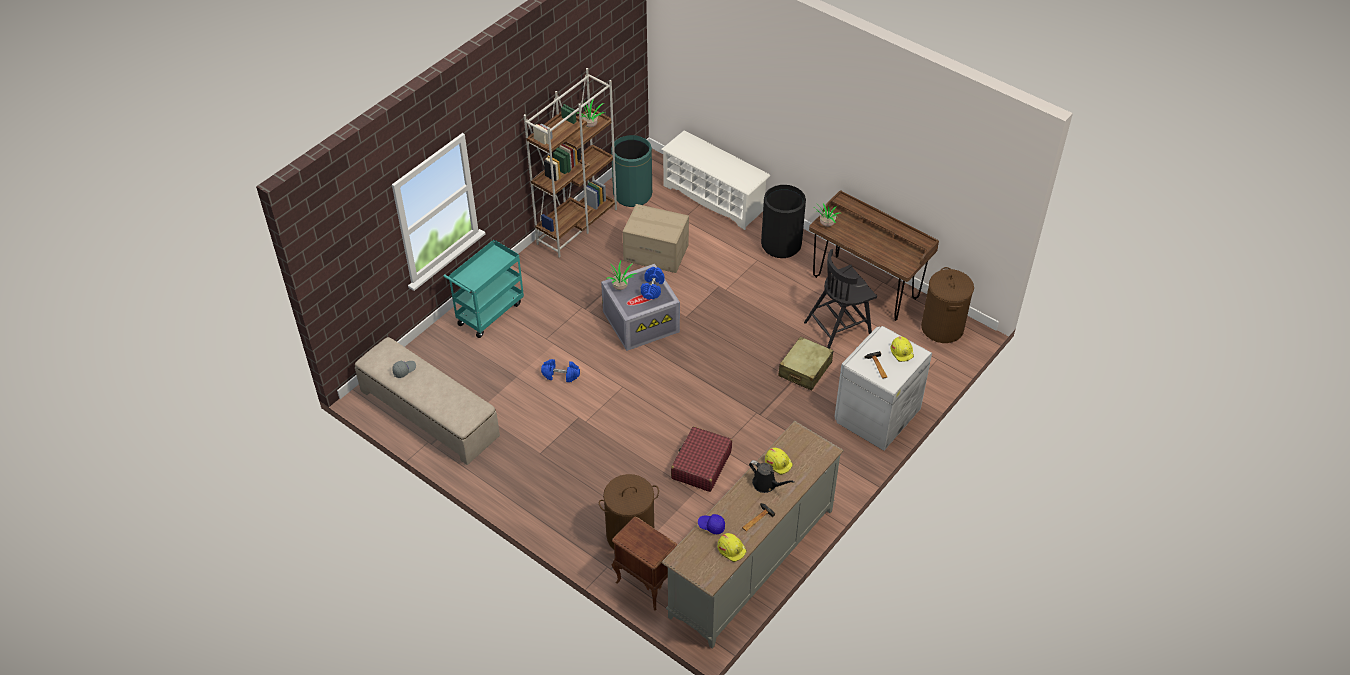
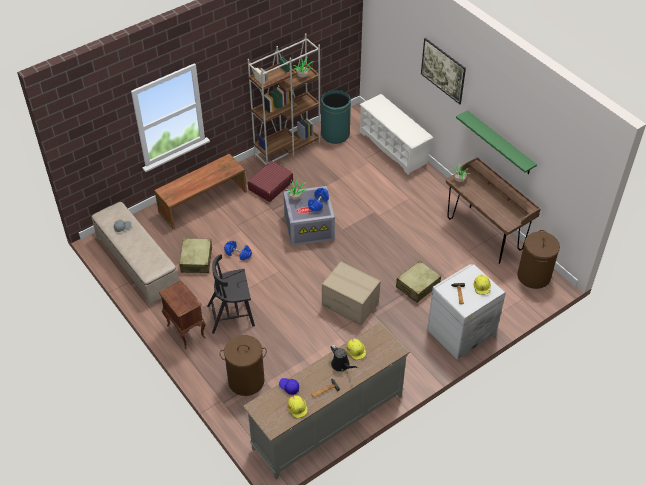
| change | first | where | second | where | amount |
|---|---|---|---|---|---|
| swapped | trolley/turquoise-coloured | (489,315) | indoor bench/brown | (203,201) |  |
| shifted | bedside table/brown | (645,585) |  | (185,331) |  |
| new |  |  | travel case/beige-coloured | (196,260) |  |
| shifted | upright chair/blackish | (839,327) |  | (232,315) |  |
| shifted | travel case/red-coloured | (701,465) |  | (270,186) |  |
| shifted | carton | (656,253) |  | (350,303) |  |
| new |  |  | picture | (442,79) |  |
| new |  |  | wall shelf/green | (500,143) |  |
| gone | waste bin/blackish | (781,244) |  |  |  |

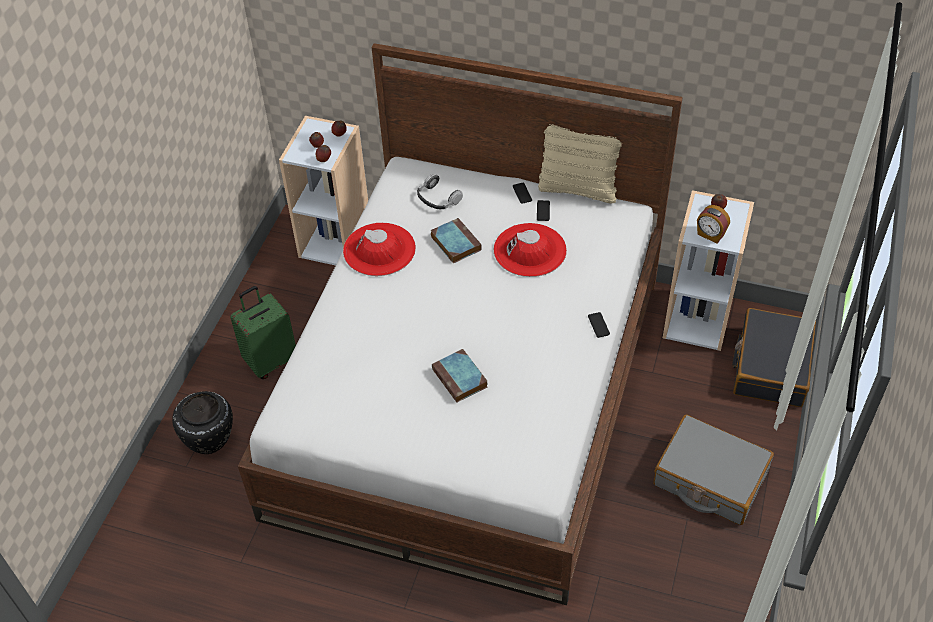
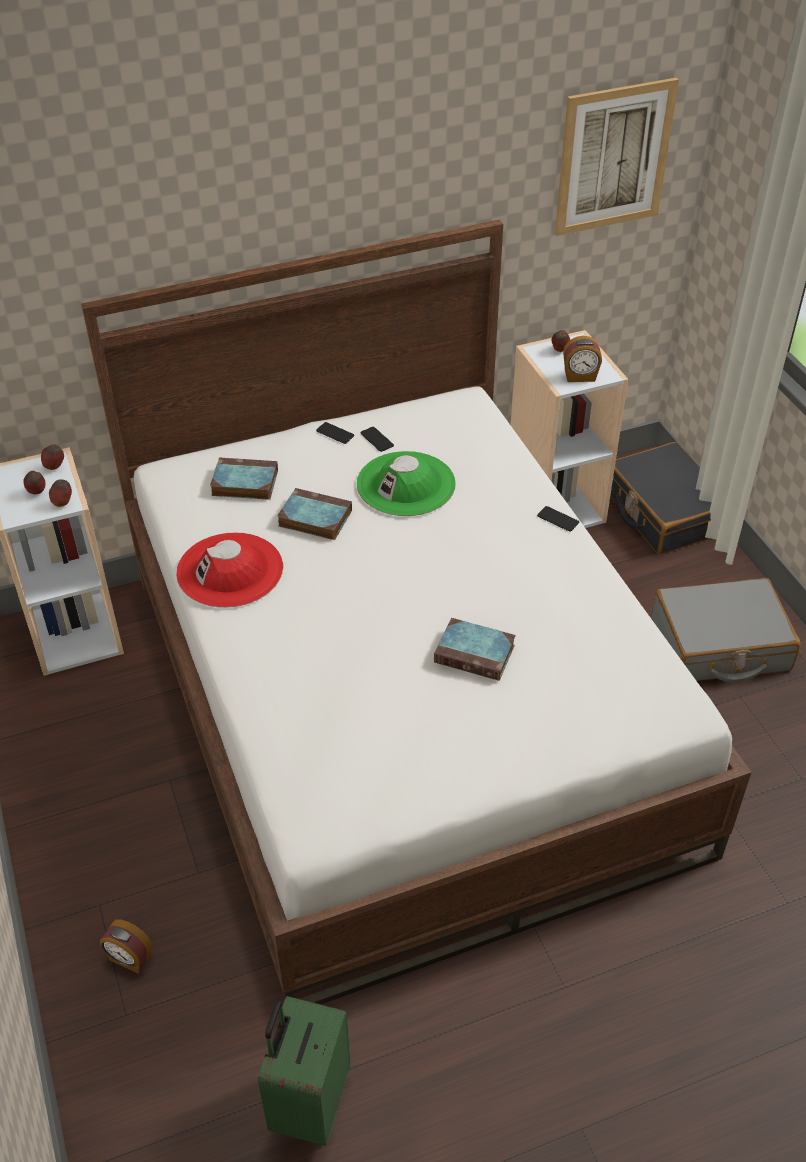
| change | first | where | second | where | amount |
|---|---|---|---|---|---|
| swapped | flower vase/blackish | (210,440) | table clock | (130,958) |  |
| swapped | headset | (438,198) | book | (243,483) |  |
| shifted | travel case/green | (271,360) |  | (308,1102) |  |
| repainted | clothing hat/red-coloured | (530,250) | clothing hat/green | (406,484) |  |
| new |  |  | picture | (613,157) |  |
| gone | cushion/beige-coloured | (579,189) |  |  |  |

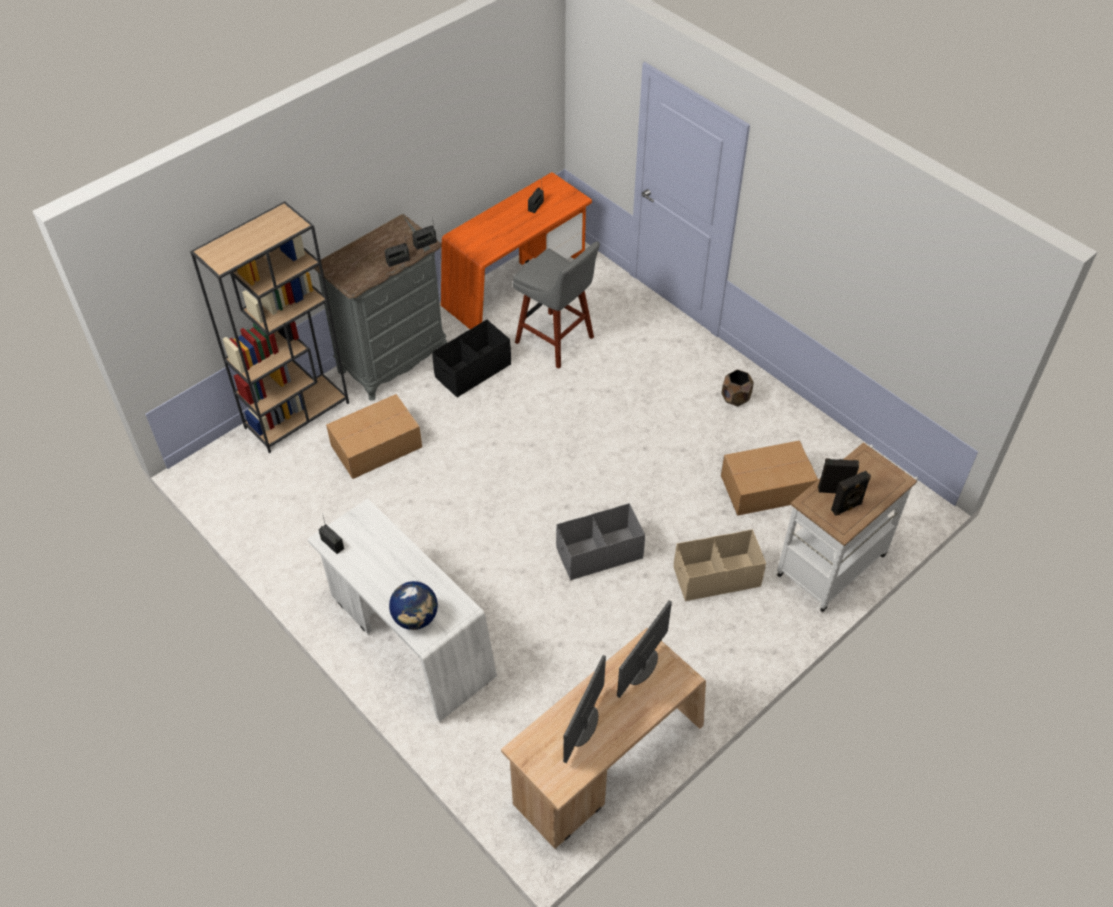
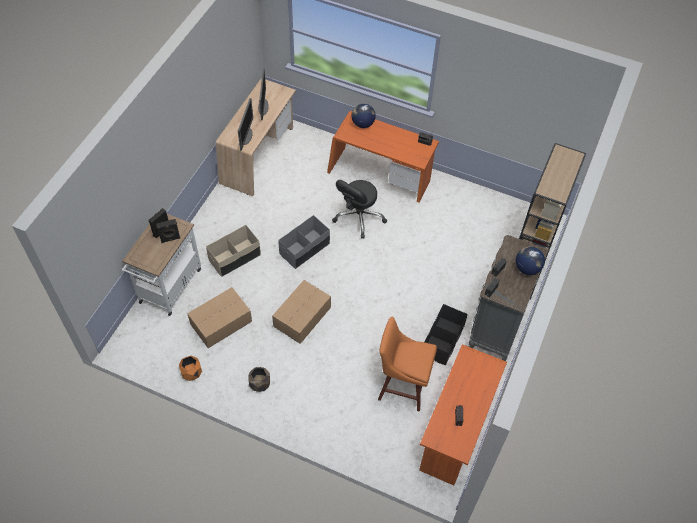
| change | first | where | second | where | amount |
|---|---|---|---|---|---|
| new |  |  | flower pot/orange | (191,373) |  |
| shifted | carton | (375,446) |  | (303,316) |  |
| repainted | desk unit/white | (408,637) | desk unit/orange | (379,176) |  |
| new |  |  | desk chair/blackish | (358,218) |  |
| repainted | sitting stool/grey | (555,341) | sitting stool/orange | (402,386) |  |
| new |  |  | world globe | (527,268) |  |

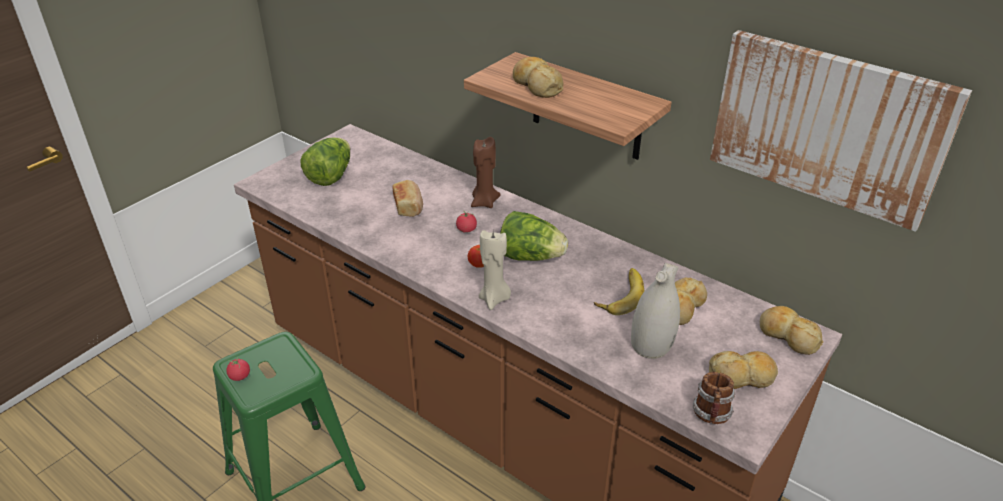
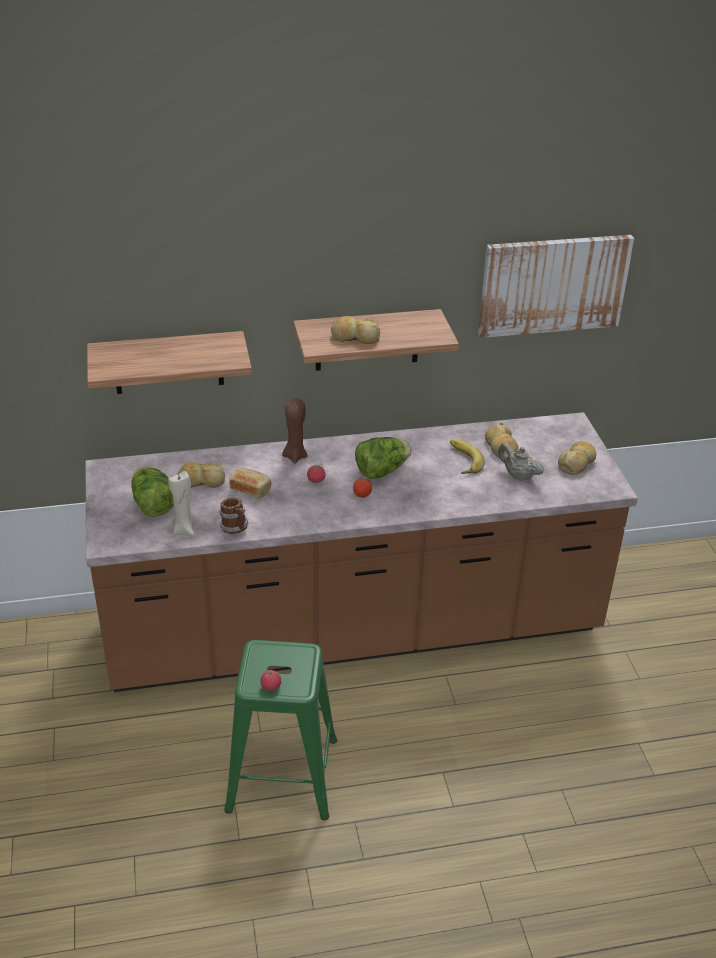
| change | first | where | second | where | amount |
|---|---|---|---|---|---|
| new |  |  | wall shelf | (168,363) |  |
| shifted | wax candle/beige-coloured | (494,299) |  | (184,529) |  |
| shifted | bread | (788,336) |  | (201,481) |  |
| shifted | mug | (711,415) |  | (235,529) |  |
| swapped | flower vase/white | (652,345) | tea pot/beige-coloured | (518,476) |  |

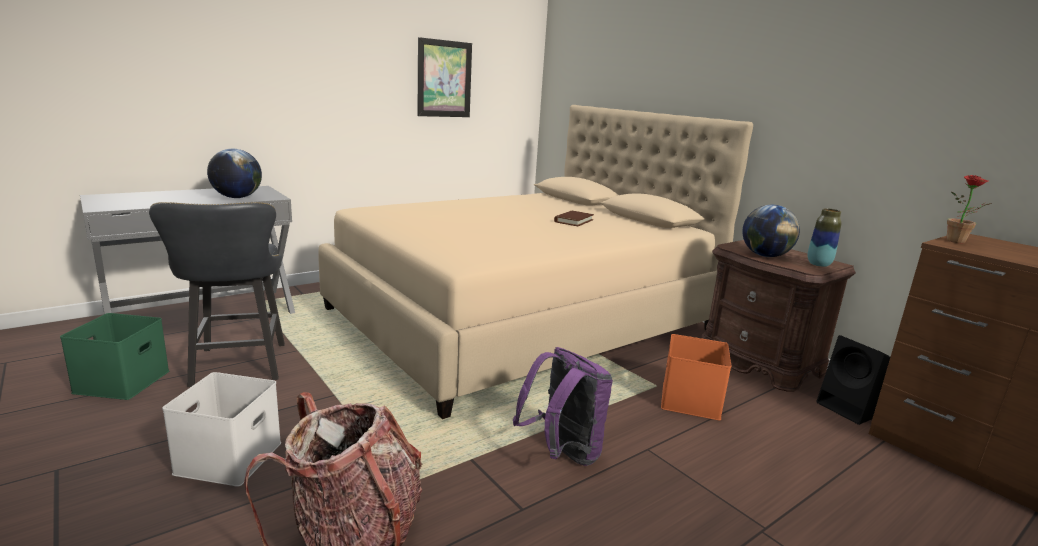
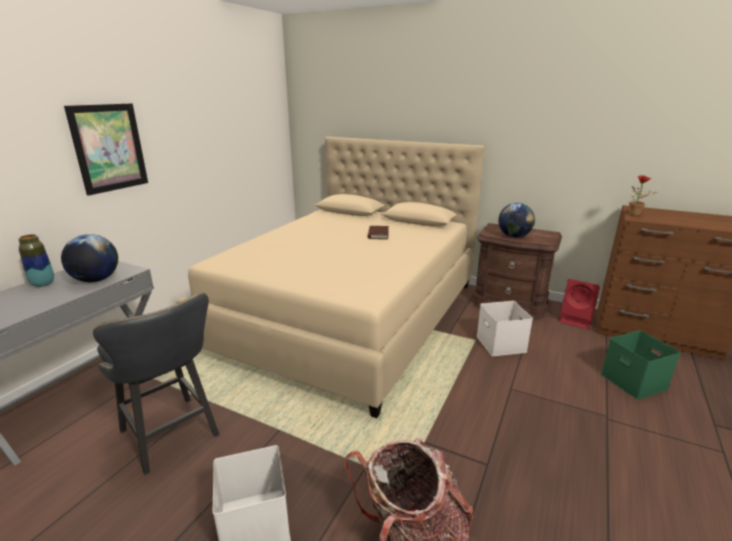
| change | first | where | second | where | amount |
|---|---|---|---|---|---|
| shifted | flower vase | (818,264) |  | (43,284) |  |
| shifted | picture | (444,79) |  | (109,148) |  |
| repainted | storage container/orange | (689,399) | storage container/white | (499,343) |  |
| repainted | audio speaker/blackish | (851,409) | audio speaker/red-coloured | (577,320) |  |
| shifted | storage container/green | (122,382) |  | (635,382) |  |
| gone | backpack/purplish | (562,453) |  |  |  |

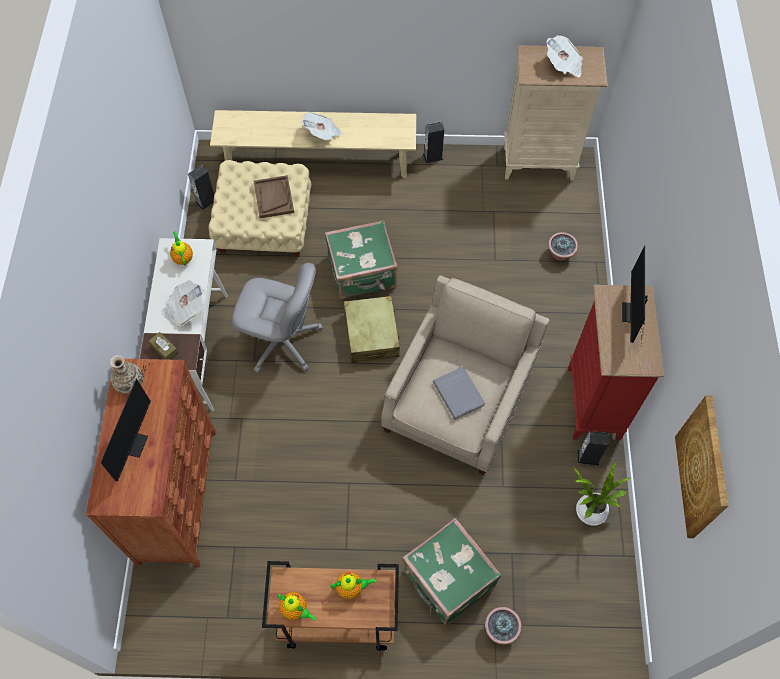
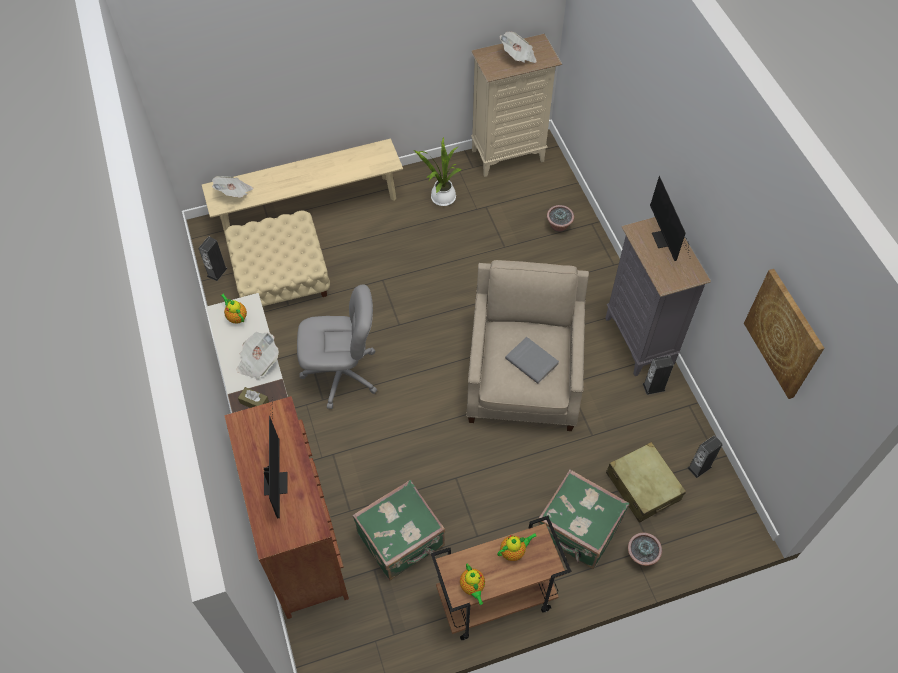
| change | first | where | second | where | amount |
|---|---|---|---|---|---|
| shifted | newspaper | (323,133) |  | (234,193) |  |
| shifted | travel case/green | (362,273) |  | (402,540) |  |
| shifted | potted plant | (588,510) |  | (441,198) |  |
| rotated | tea pot | (296,609) |  | (472,587) | 60 degrees clockwise |
| repainted | chest of drawers/red-coloured | (592,405) | chest of drawers/grey | (638,342) |  |
| shifted | travel case/beige-coloured | (371,334) |  | (642,486) |  |
| shifted | audio speaker | (433,157) |  | (699,467) |  |
| gone | flower vase | (129,382) |  |  |  |
| gone | serving tray/brown | (273,197) |  |  |  |

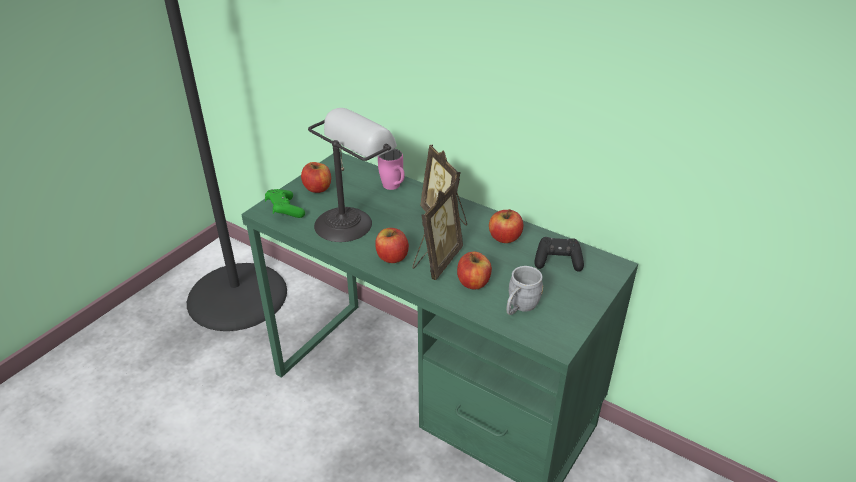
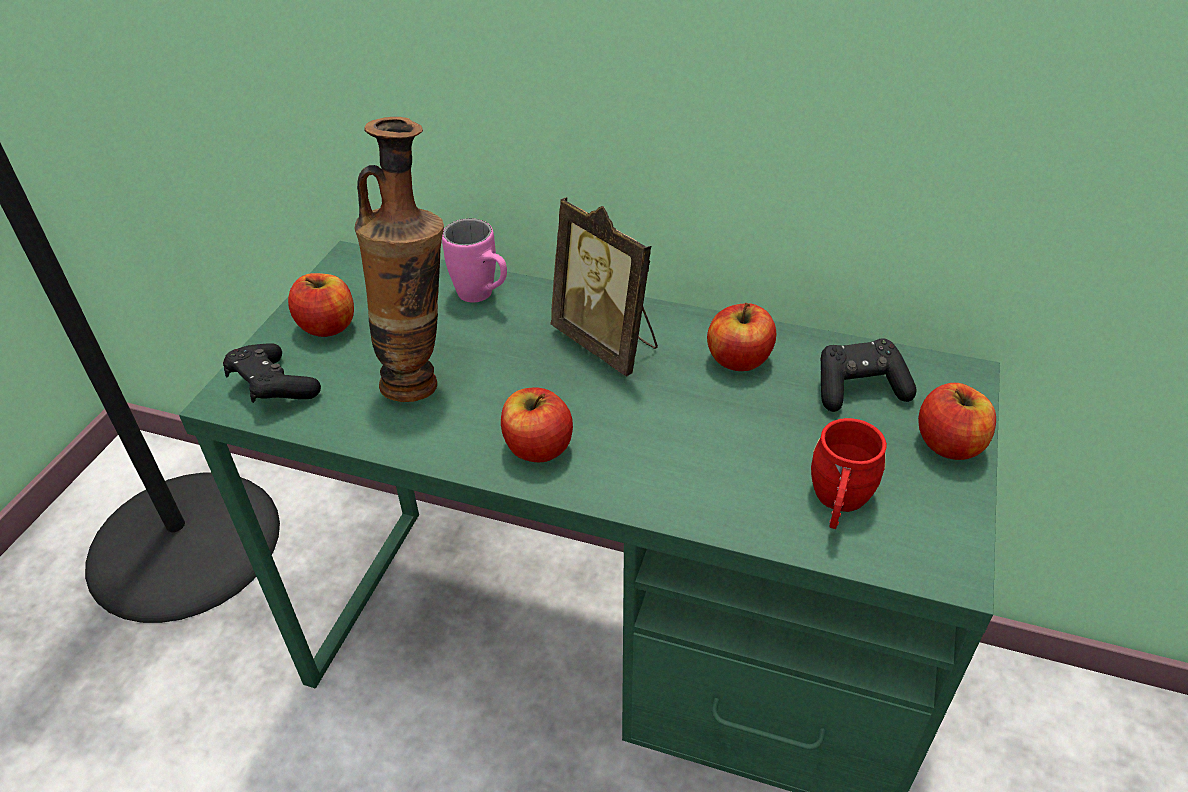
| change | first | where | second | where | amount |
|---|---|---|---|---|---|
| repainted | gamepad/green | (284,210) | gamepad/blackish | (273,388) |  |
| swapped | tabletop lamp | (351,218) | flower vase | (421,377) |  |
| repainted | mug/grey | (519,307) | mug/red-coloured | (838,504) |  |
| shifted | apple | (473,282) |  | (949,444) |  |
| gone | photo frame | (436,261) |  |  |  |

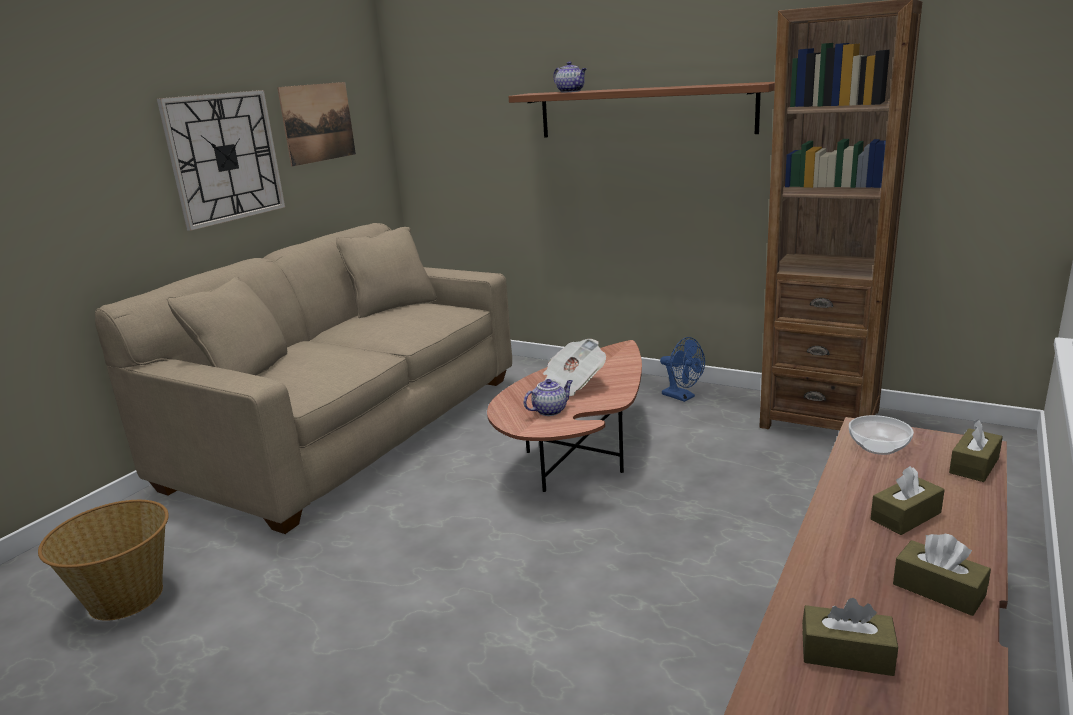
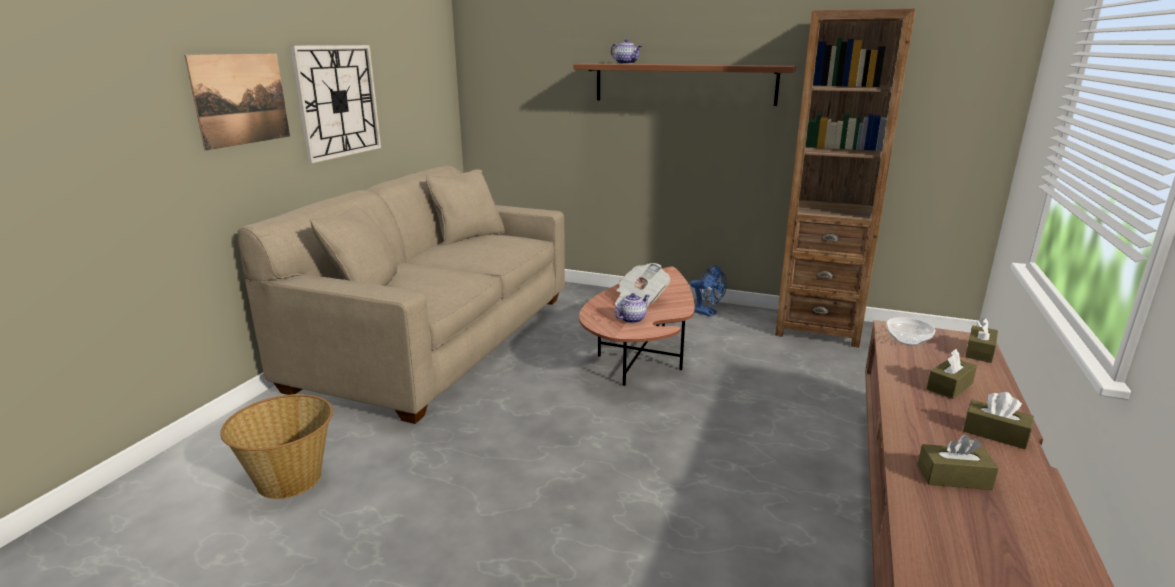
| change | first | where | second | where | amount |
|---|---|---|---|---|---|
| shifted | picture | (318,122) |  | (241,99) |  |

